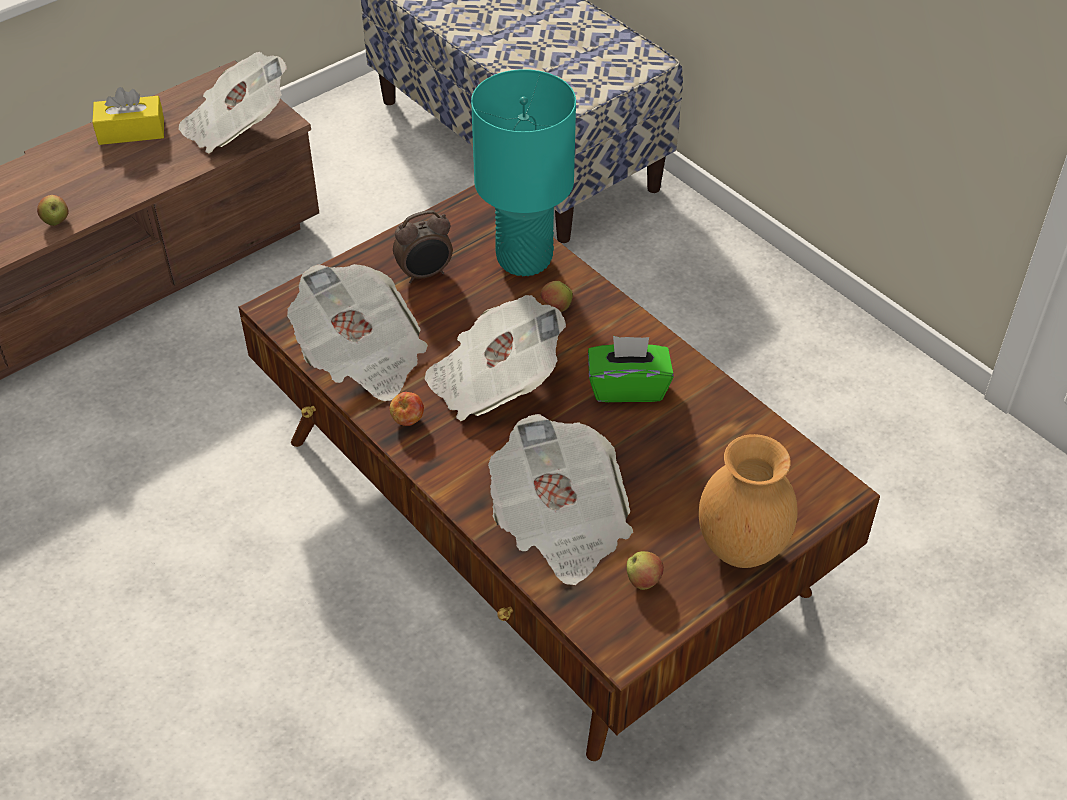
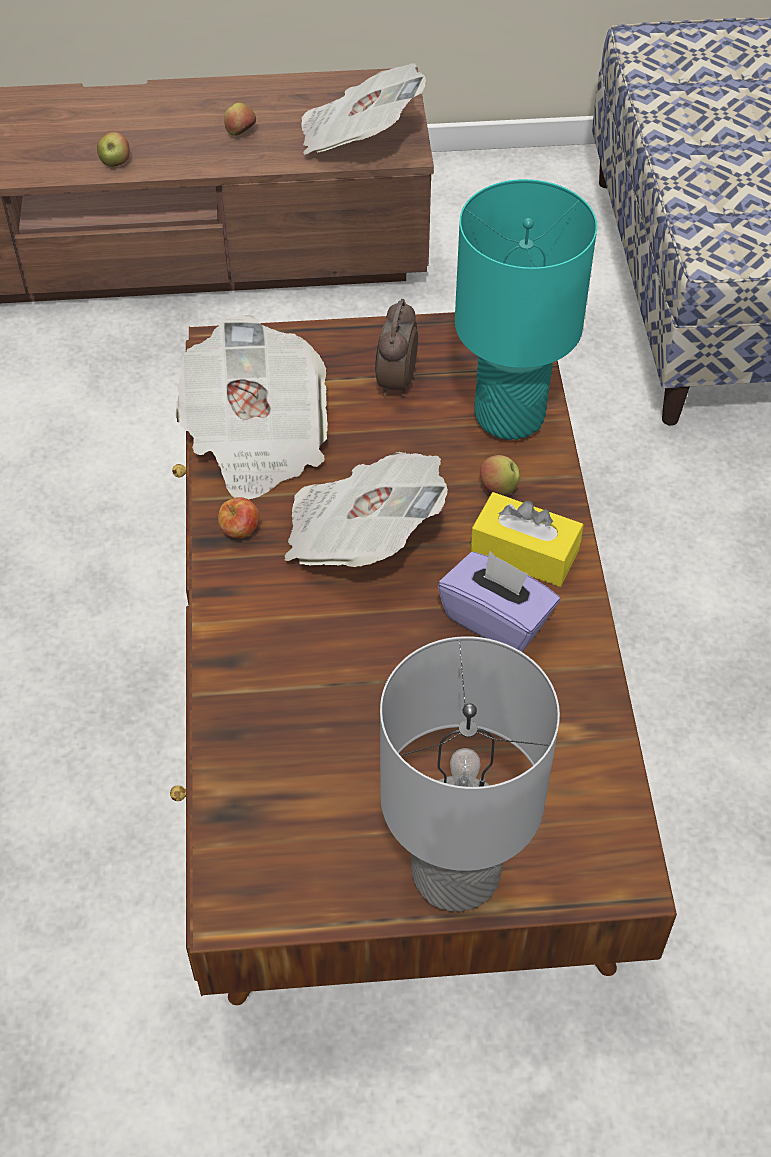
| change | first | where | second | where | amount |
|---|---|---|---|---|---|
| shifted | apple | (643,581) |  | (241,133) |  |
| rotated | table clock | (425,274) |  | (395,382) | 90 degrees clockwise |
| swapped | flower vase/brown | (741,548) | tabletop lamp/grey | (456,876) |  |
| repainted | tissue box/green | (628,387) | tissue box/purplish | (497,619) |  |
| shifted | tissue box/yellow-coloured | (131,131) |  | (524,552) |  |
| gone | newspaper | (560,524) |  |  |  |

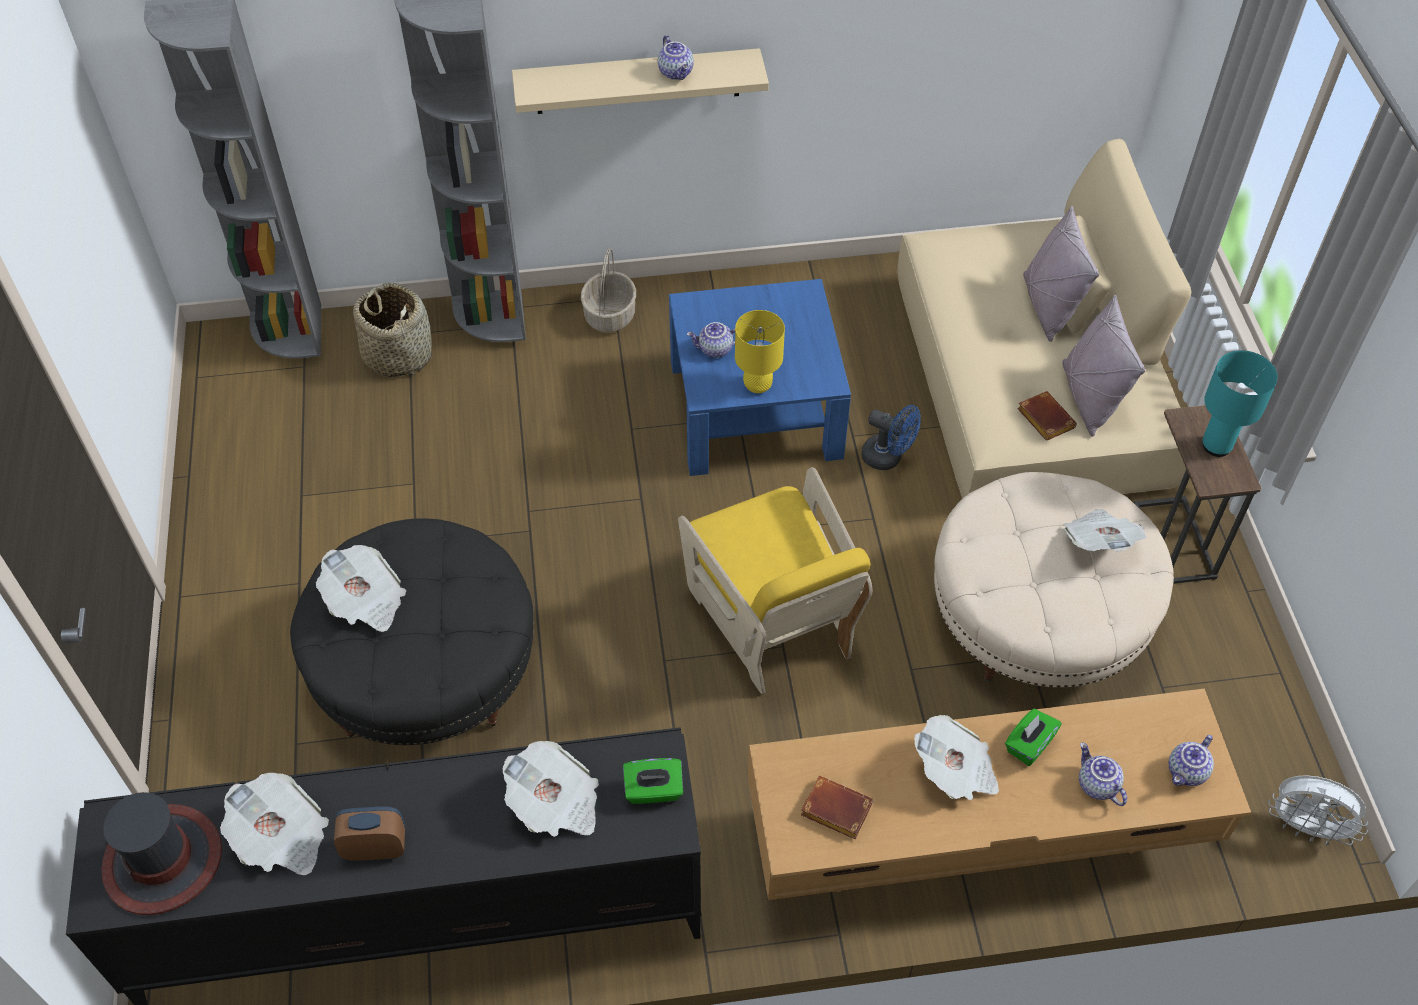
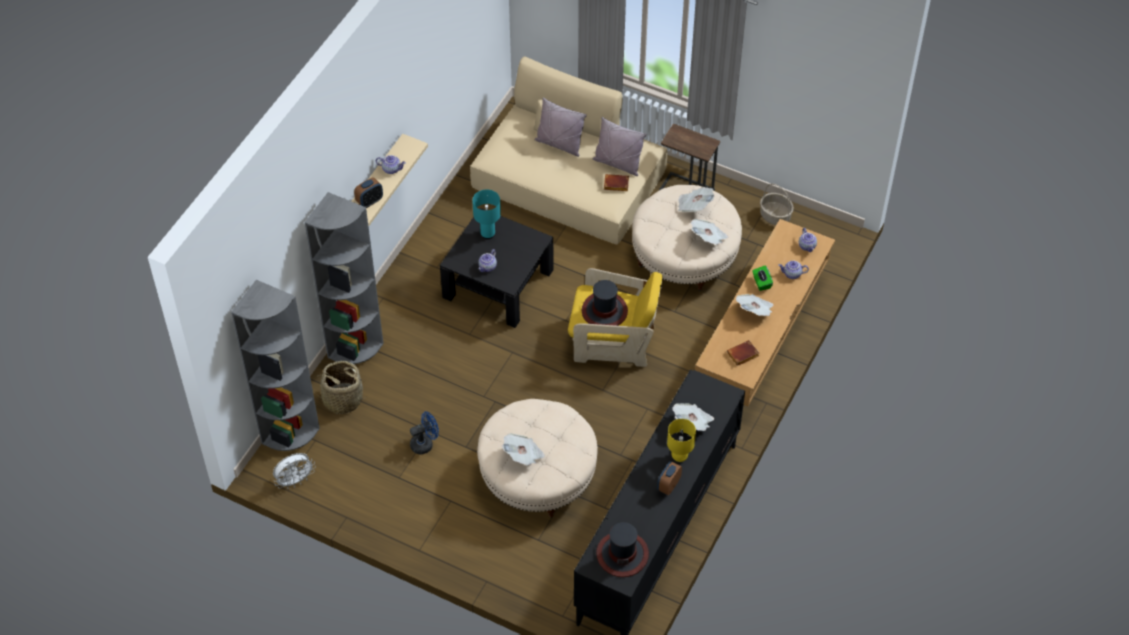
| change | first | where | second | where | amount |
|---|---|---|---|---|---|
| shifted | cooling fan/white | (1306,827) |  | (295,481) |  |
| new |  |  | table clock | (369,201) |  |
| shifted | cooling fan/blue-coloured | (888,458) |  | (425,443) |  |
| repainted | lounge table/blue-coloured | (755,408) | lounge table/blackish | (498,283) |  |
| shifted | tabletop lamp/turquoise-coloured | (1216,445) |  | (487,234) |  |
| repainted | footrest/blackish | (426,669) | footrest/beige-coloured | (538,475) |  |
| new |  |  | clothing hat | (604,311) |  |
| shifted | tabletop lamp/yellow-coloured | (757,385) |  | (678,456) |  |
| shifted | newspaper | (281,838) |  | (708,238) |  |
| shifted | household basket | (609,315) |  | (774,216) |  |
| gone | tissue box/green | (653,791) |  |  |  |

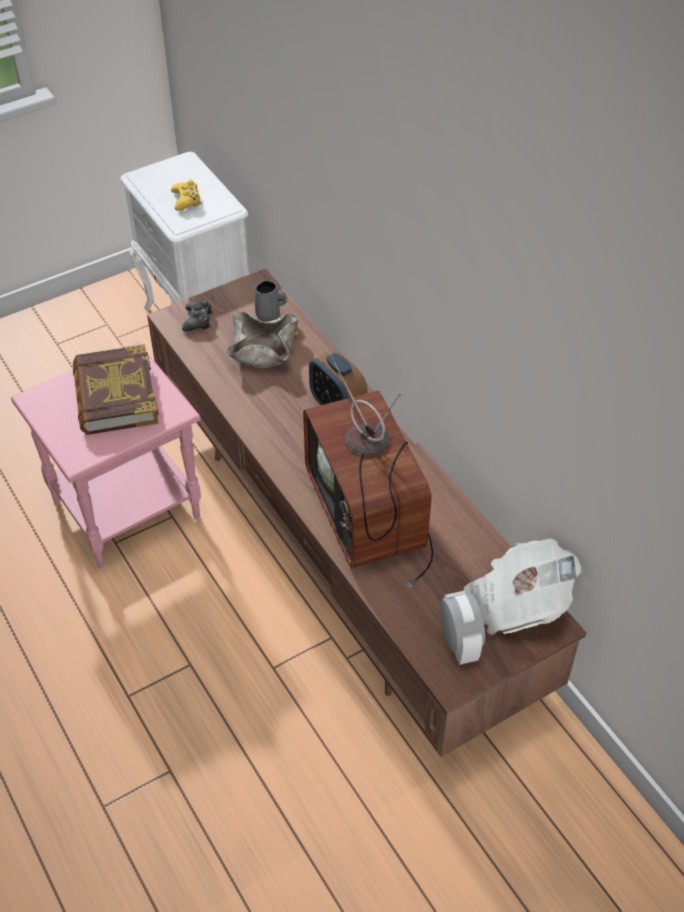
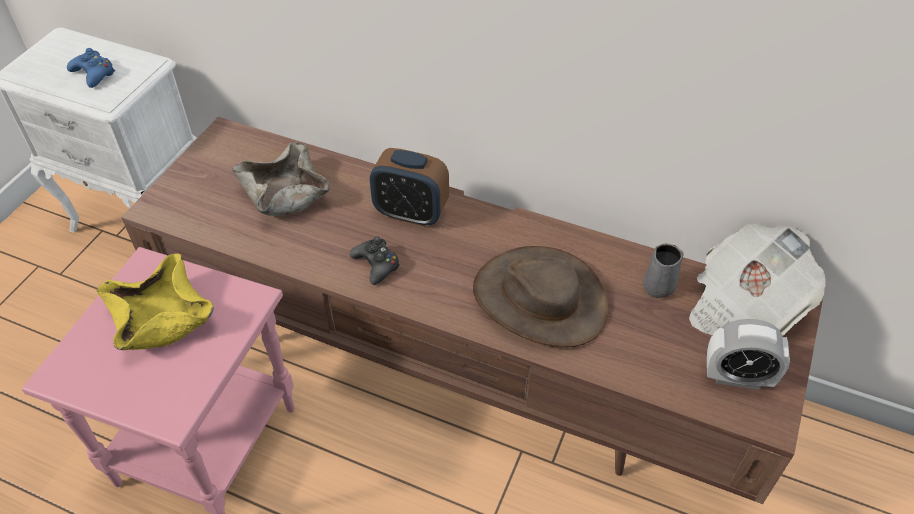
| change | first | where | second | where | amount |
|---|---|---|---|---|---|
| repainted | gamepad/yellow-coloured | (186,200) | gamepad/blue-coloured | (94,74) |  |
| swapped | book | (115,396) | deep dish/yellow-coloured | (162,319) |  |
| shifted | gamepad/blackish | (198,320) |  | (376,264) |  |
| swapped | TV set | (371,515) | clothing hat/brown | (540,299) |  |
| shifted | mug/grey | (269,315) |  | (660,286) |  |
| rotated | table clock | (459,644) |  | (737,377) | 150 degrees clockwise |

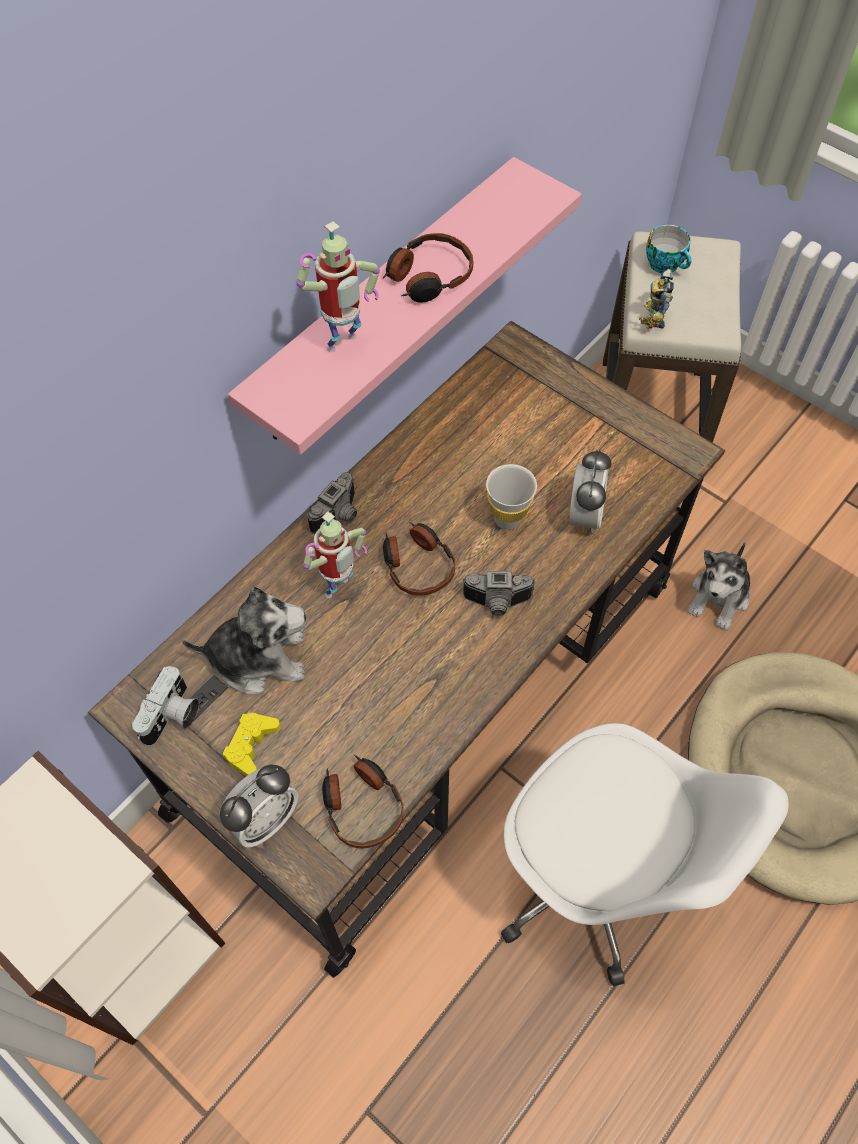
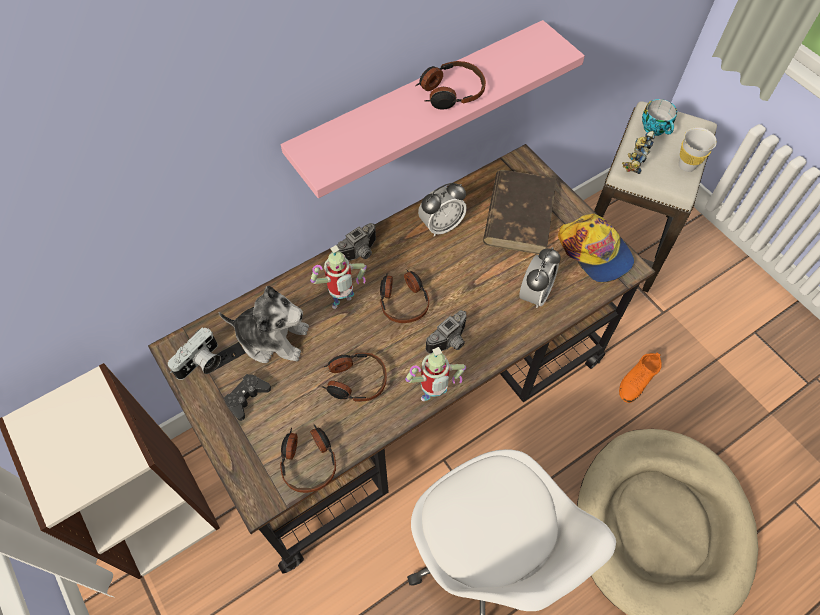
| change | first | where | second | where | amount |
|---|---|---|---|---|---|
| repainted | gamepad/yellow-coloured | (251,746) | gamepad/blackish | (247,398) |  |
| new |  |  | headset | (354,381) |  |
| shifted | toy robot | (344,346) |  | (432,398) |  |
| shifted | table clock | (264,819) |  | (441,226) |  |
| rotated | photo camera | (497,604) |  | (451,342) | 60 degrees counterclockwise |
| new |  |  | book/brown | (519,214) |  |
| new |  |  | baseball cap | (595,252) |  |
| swapped | soft toy | (719,597) | low shoe/orange | (638,379) |  |
| shifted | small cup/white | (507,519) |  | (686,165) |  |

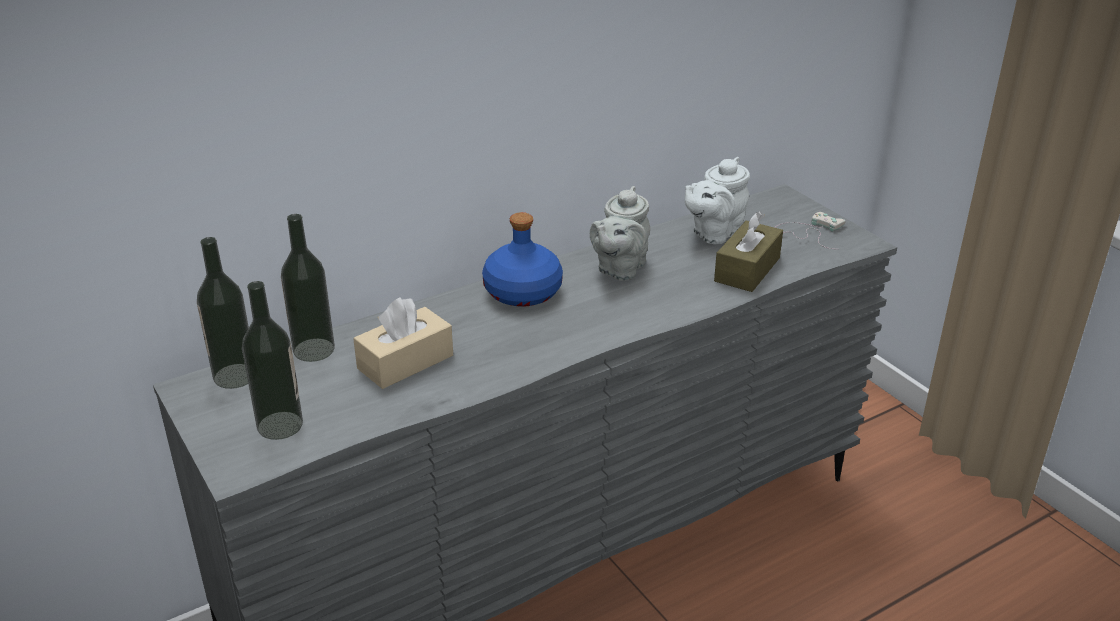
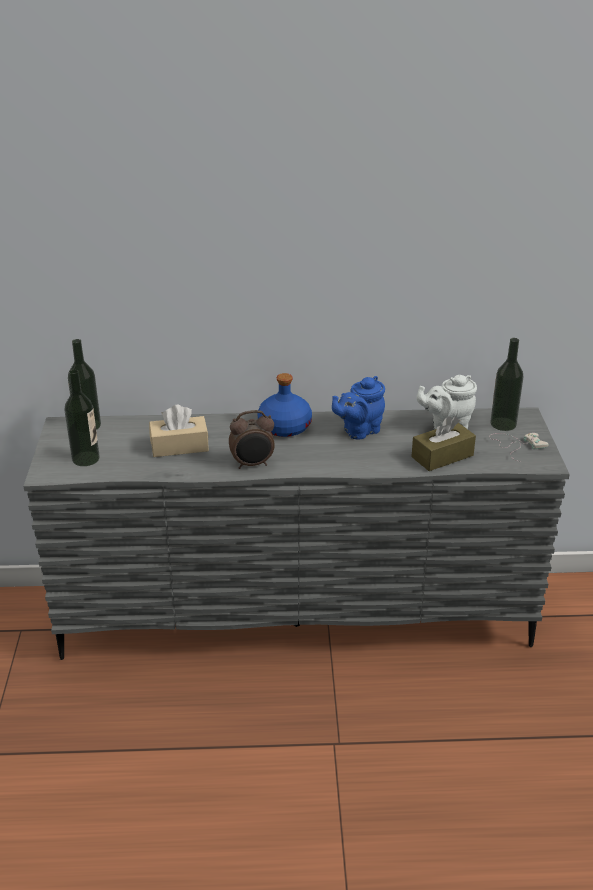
| change | first | where | second | where | amount |
|---|---|---|---|---|---|
| new |  |  | table clock | (252,464) |  |
| repainted | tea pot/grey | (619,269) | tea pot/blue-coloured | (358,431) |  |
| shifted | bottle | (313,350) |  | (503,424) |  |

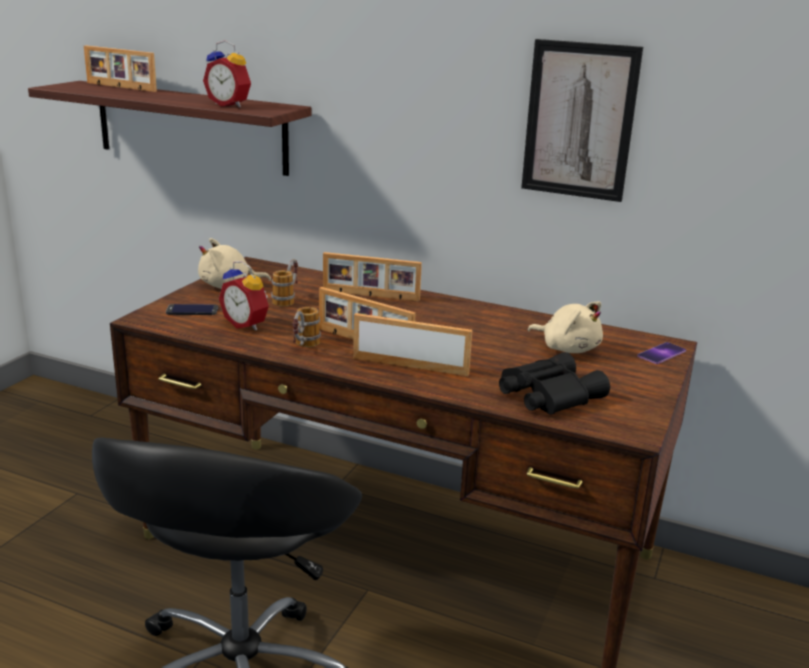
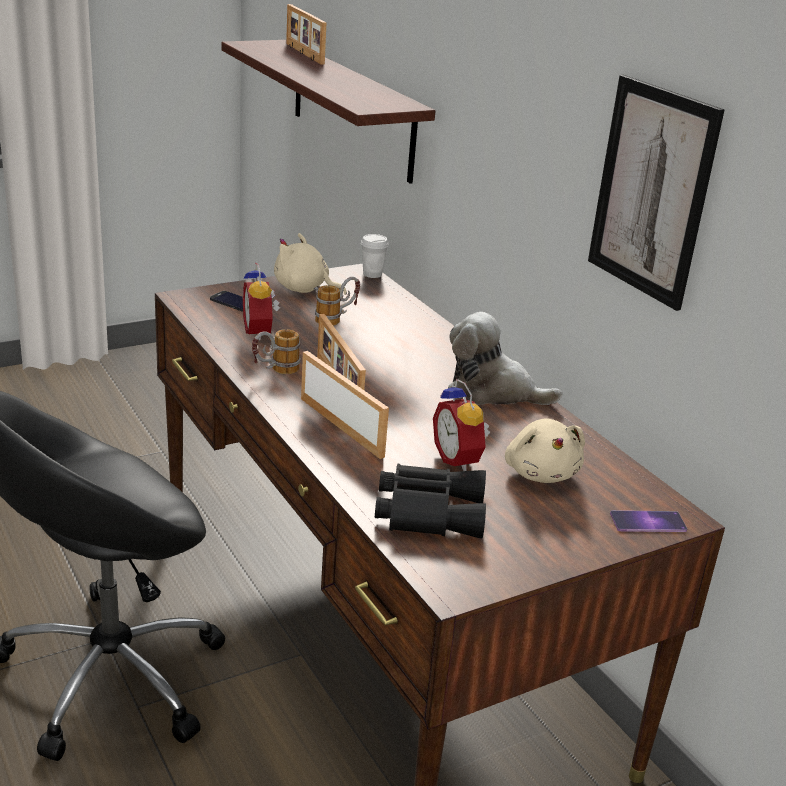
| change | first | where | second | where | amount |
|---|---|---|---|---|---|
| new |  |  | small cup/white | (372,274) |  |
| shifted | table clock | (230,105) |  | (459,459) |  |
| new |  |  | soft toy | (493,391) |  |
| gone | photo frame | (370,296) |  |  |  |

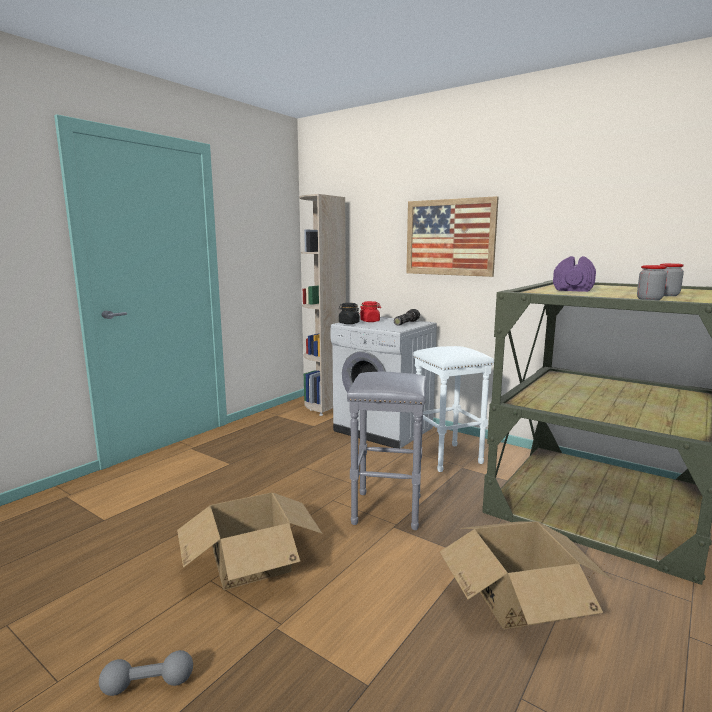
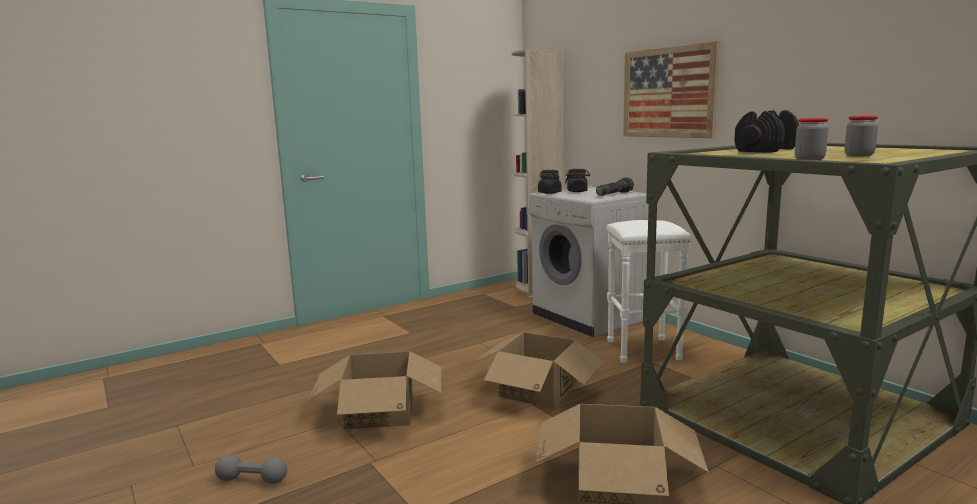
| change | first | where | second | where | amount |
|---|---|---|---|---|---|
| swapped | sitting stool/grey | (388,511) | carton | (537,390) |  |
| repainted | preserve jar/red-coloured | (370,321) | preserve jar/blackish | (577,191) |  |
| repainted | hand weight/purplish | (573,289) | hand weight/blackish | (765,150) |  |

